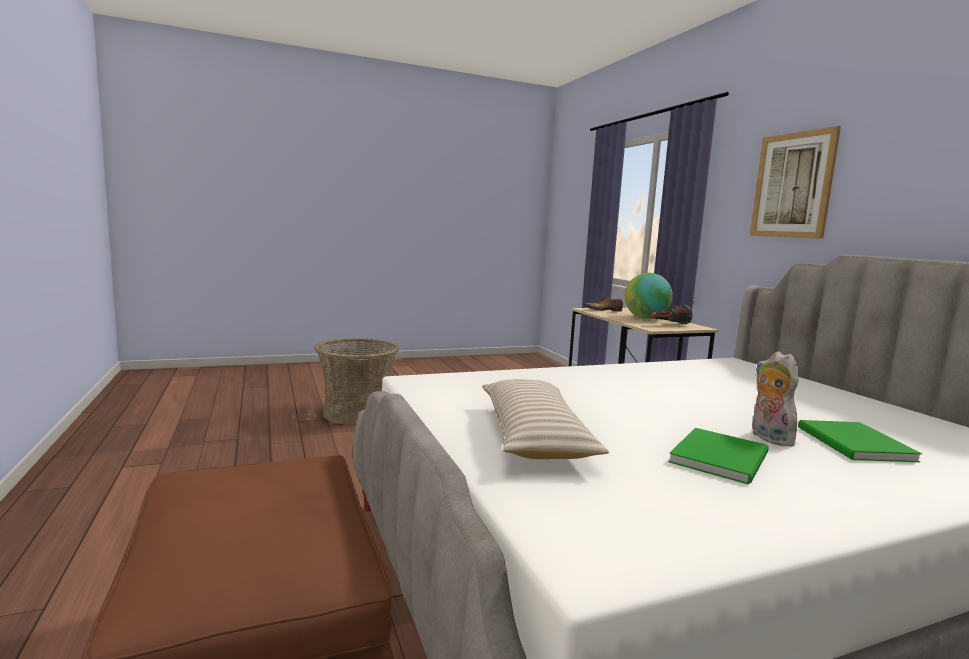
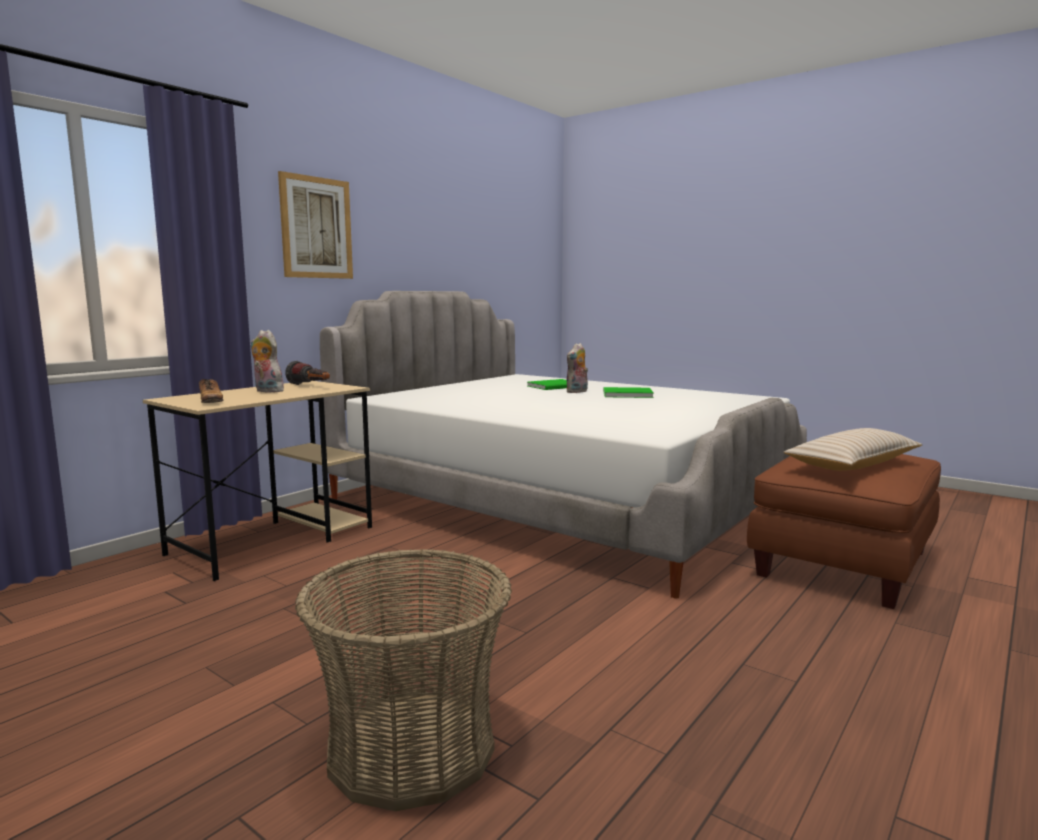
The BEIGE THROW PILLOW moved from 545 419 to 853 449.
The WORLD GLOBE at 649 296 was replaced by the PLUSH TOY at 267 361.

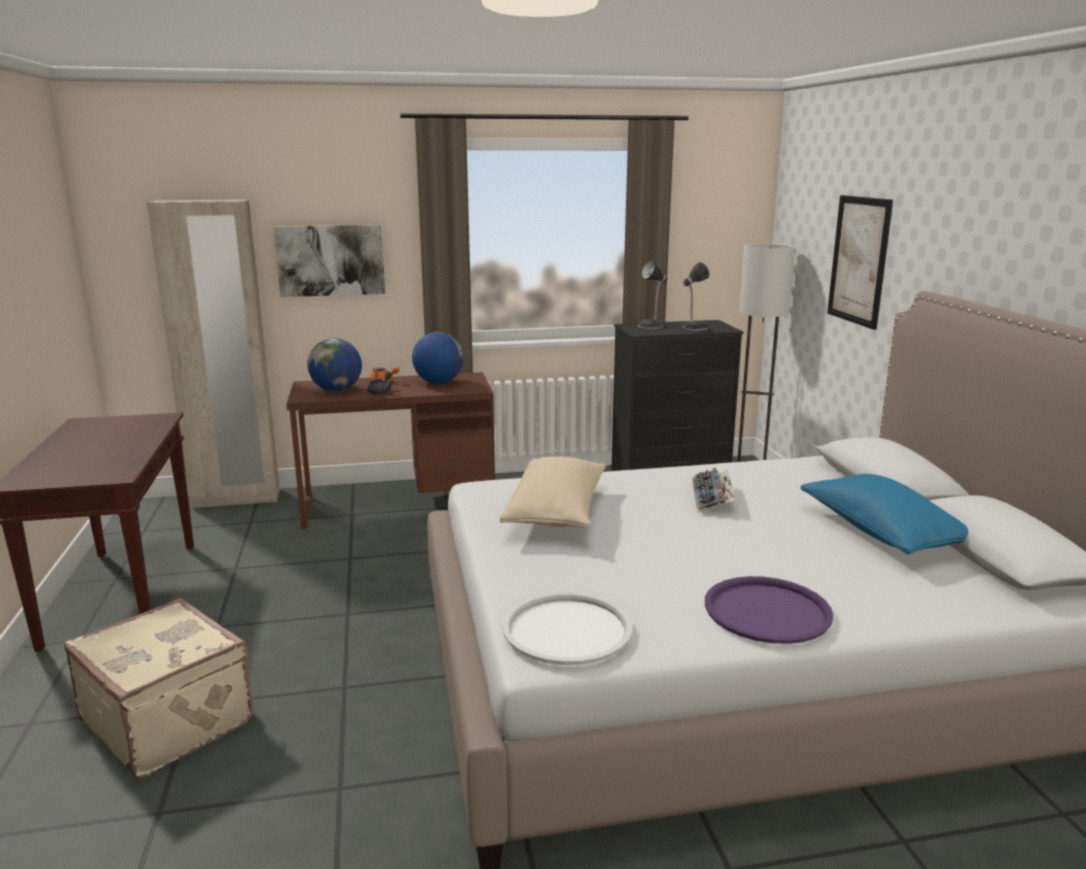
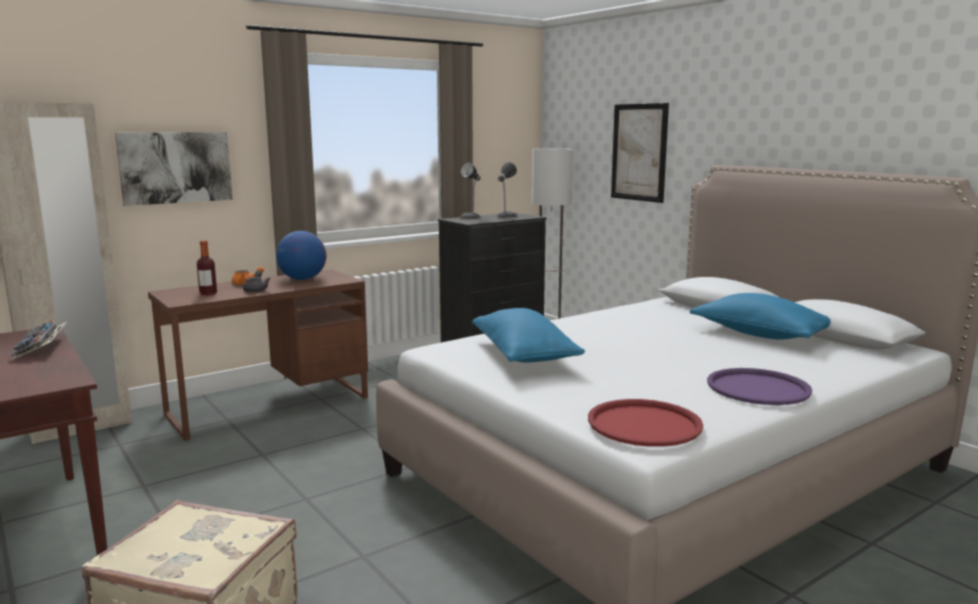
The WORLD GLOBE at 334 365 was replaced by the DRINK BOTTLE at 207 267.
The BEIGE THROW PILLOW at 553 492 became the BLUISH THROW PILLOW at 528 335.
The WHITISH TRAY at 567 628 became the RED TRAY at 645 423.
The PC KEYBOARD moved from 714 490 to 39 339.

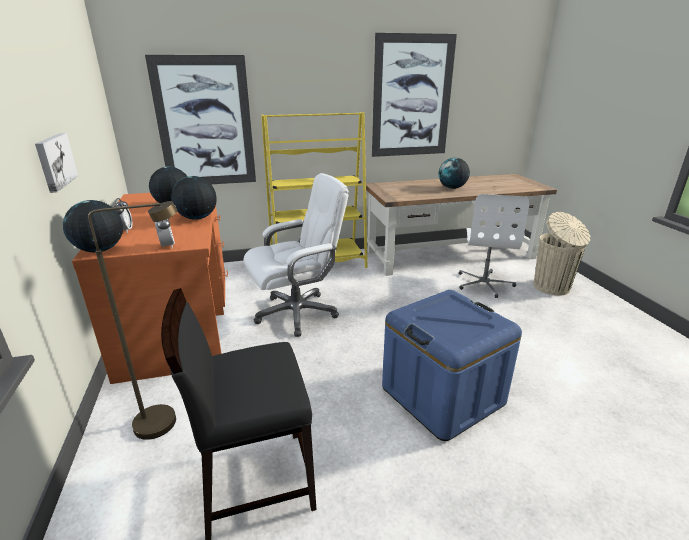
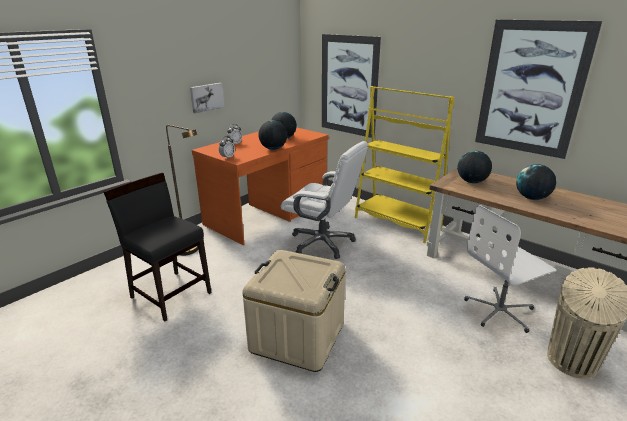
The WORLD GLOBE moved from 93 226 to 474 167.
The BLUISH STORAGE BOX at 452 365 became the BEIGE STORAGE BOX at 294 311.

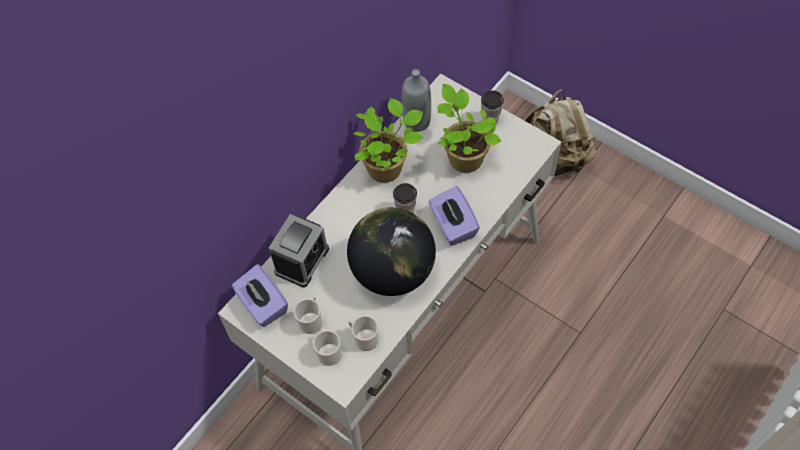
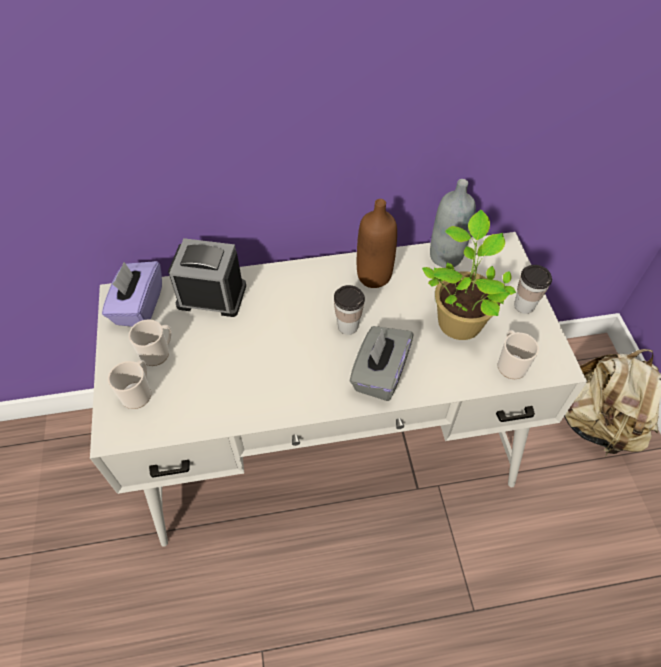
The ALARM CLOCK at 299 250 turned 150 degrees counterclockwise.
The WORLD GLOBE at 391 251 disappeared.
The MUG moved from 363 333 to 518 354.
The PLANT IN A POT at 388 140 was replaced by the BROWN-COLOURED DRINK BOTTLE at 377 243.
The PURPLE BOX OF TISSUES at 454 216 became the GRAY BOX OF TISSUES at 381 363.

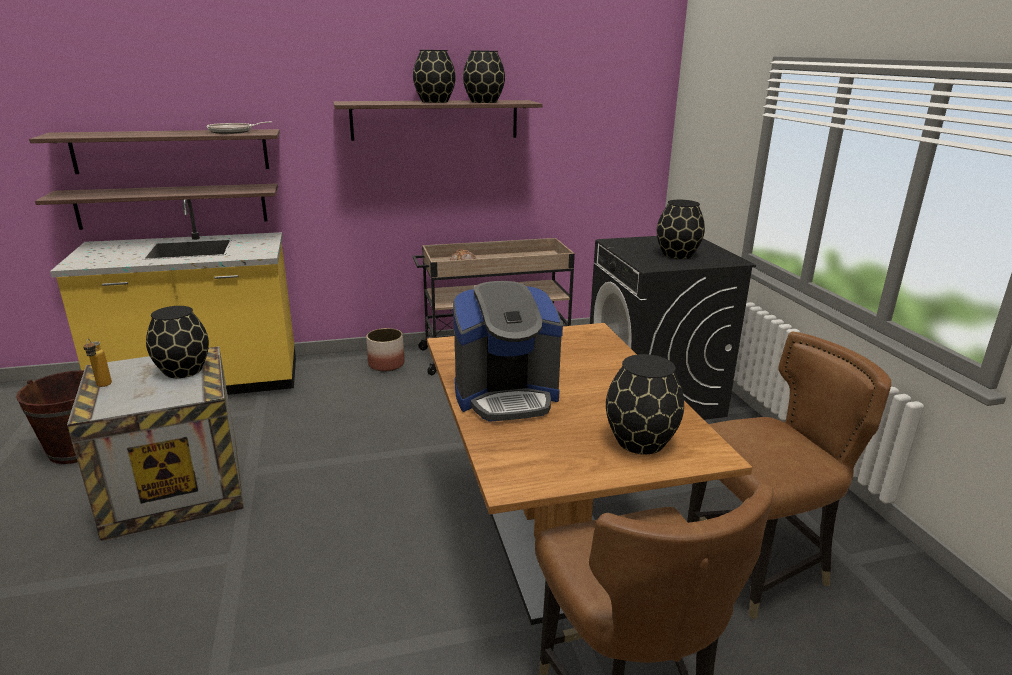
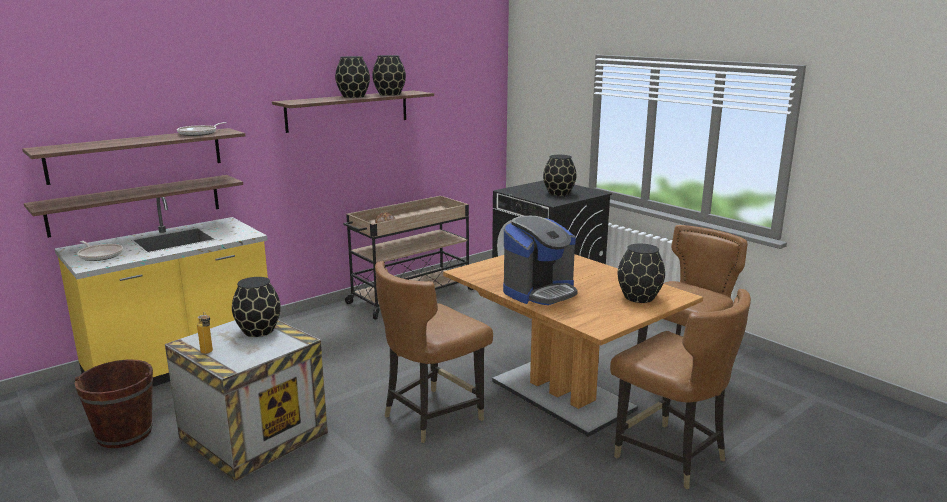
The FLOWER POT at 385 349 disappeared.
The SKILLET at 100 251 appeared.
The BROWN-COLOURED PLAIN CHAIR at 434 352 appeared.

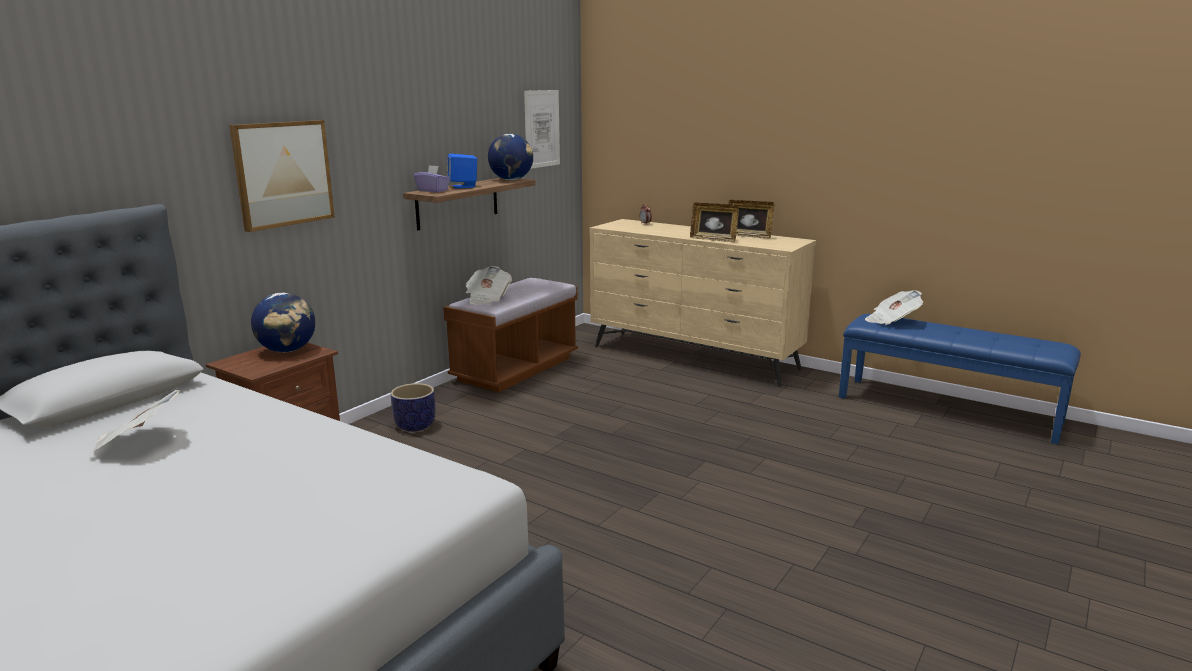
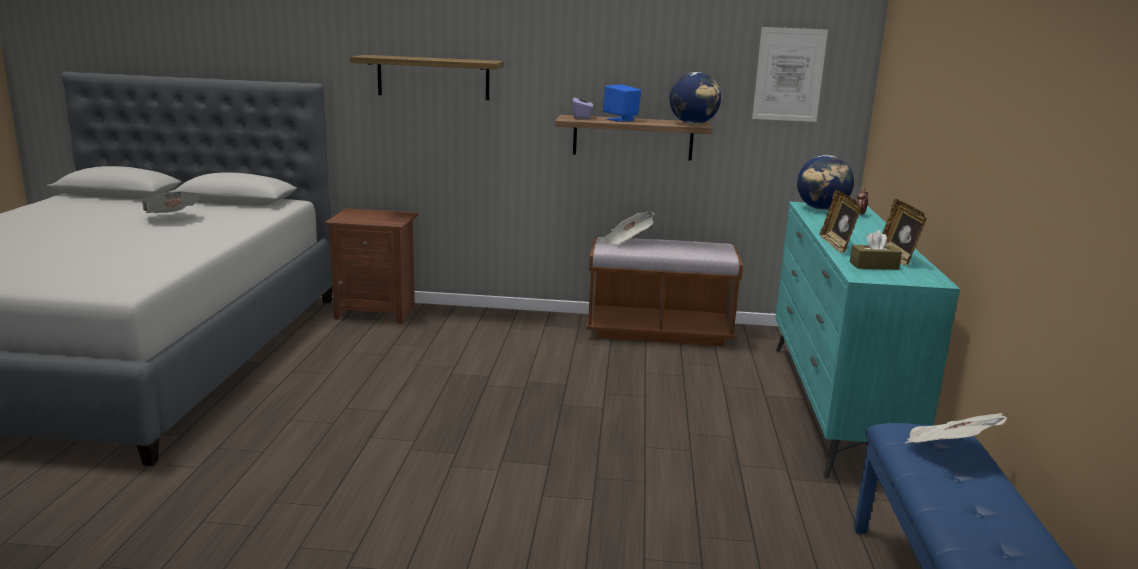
The PICTURE at 282 176 was replaced by the SHELF at 427 77.
The WORLD GLOBE moved from 283 322 to 825 182.
The FLOWER POT at 413 407 disappeared.
The BEIGE DRAWER CHEST at 703 303 became the TURQUOISE DRAWER CHEST at 867 340.
The BROWN-COLOURED BOX OF TISSUES at 876 250 appeared.

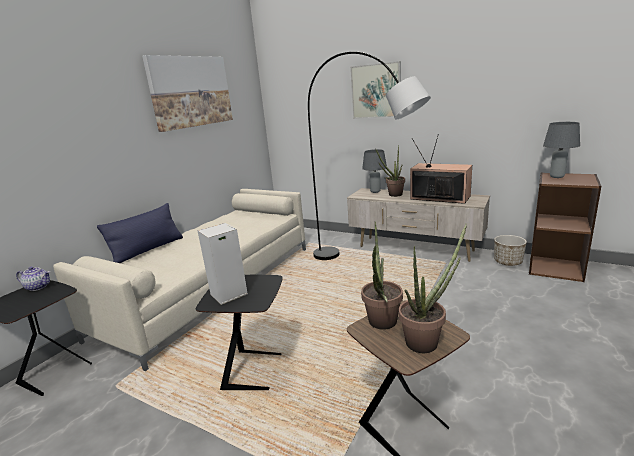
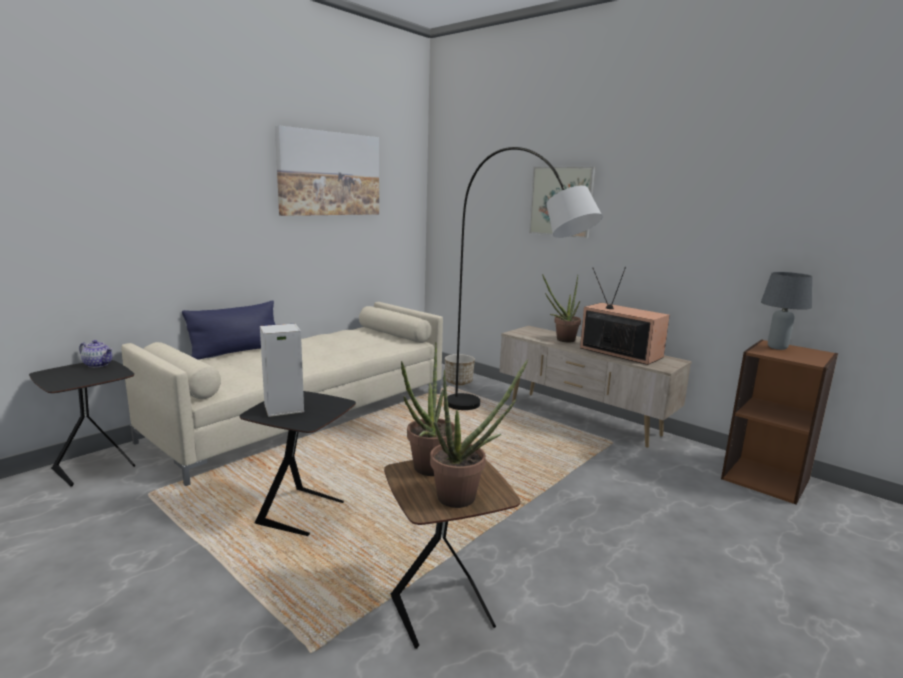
The GRAY TABLETOP LAMP at 374 171 disappeared.
The FLOWER POT moved from 510 250 to 460 369.

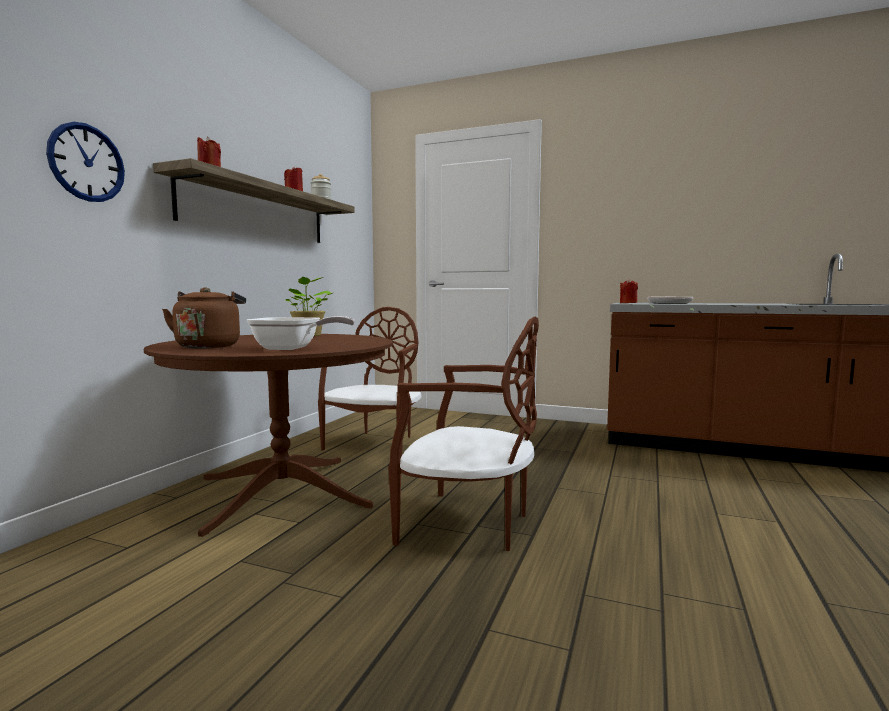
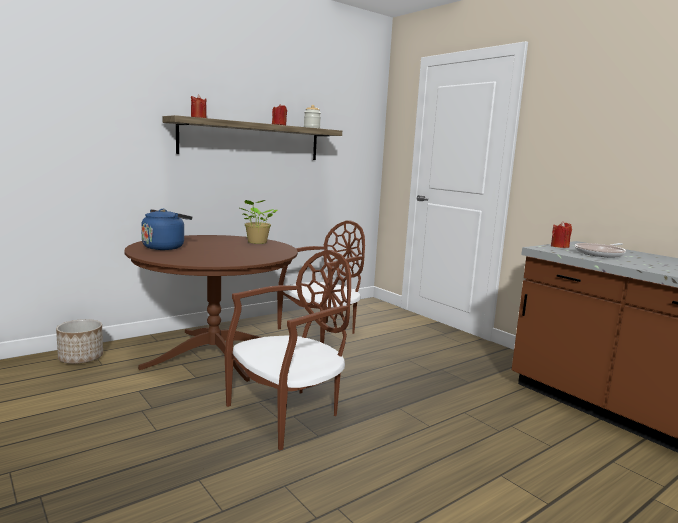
The WALL CLOCK at 85 162 disappeared.
The BROWN-COLOURED WATER KETTLE at 204 317 became the BLUISH WATER KETTLE at 166 229.
The SKILLET at 301 333 disappeared.
The BROWN-COLOURED PLAIN CHAIR at 463 433 turned 90 degrees counterclockwise.
The FLOWER POT at 79 341 appeared.

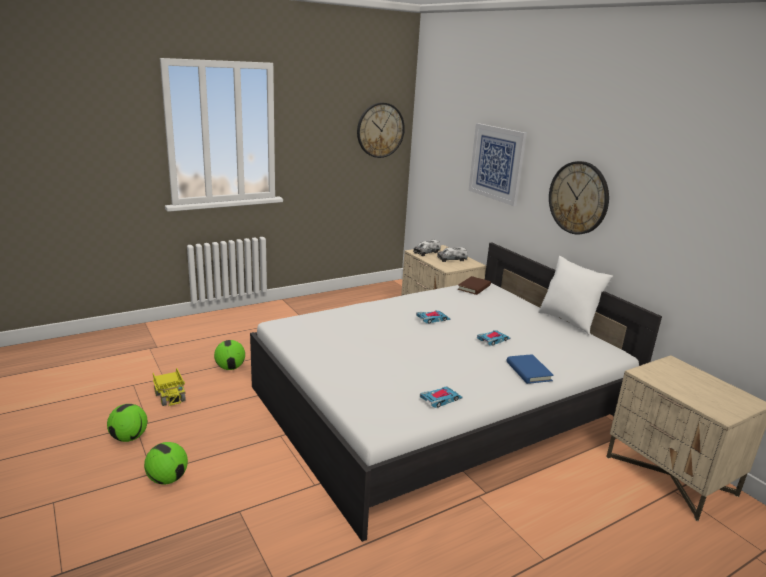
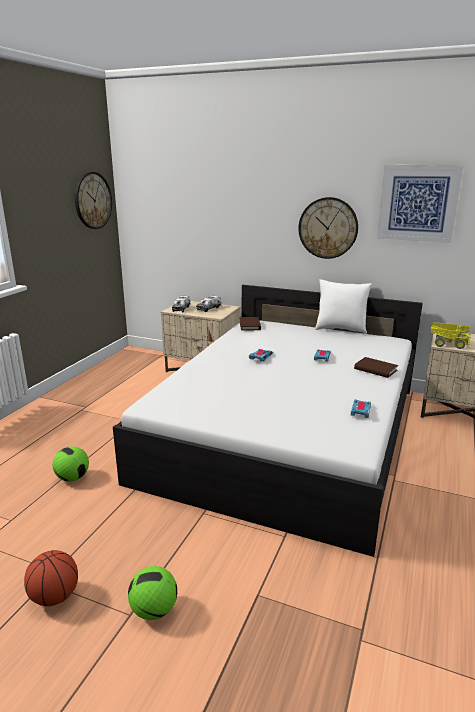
The FOOTBALL BALL at 127 423 was replaced by the BASKETBALL at 51 578.
The TOY TRUCK moved from 169 387 to 450 335.
The PICTURE moved from 498 164 to 420 204.
The BLUISH VOLUME at 530 369 became the BROWN-COLOURED VOLUME at 376 367.

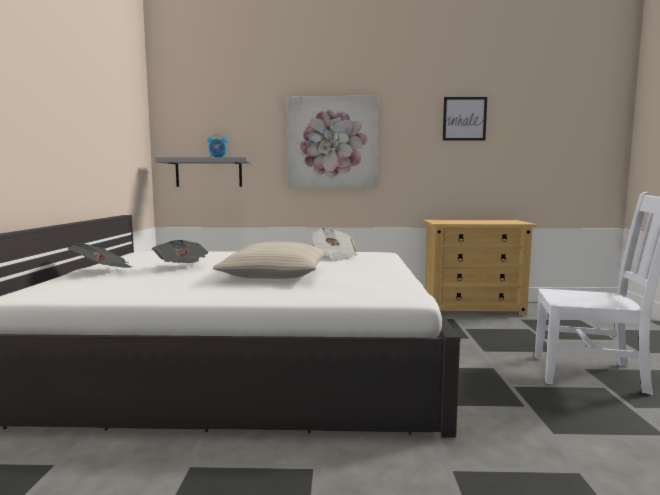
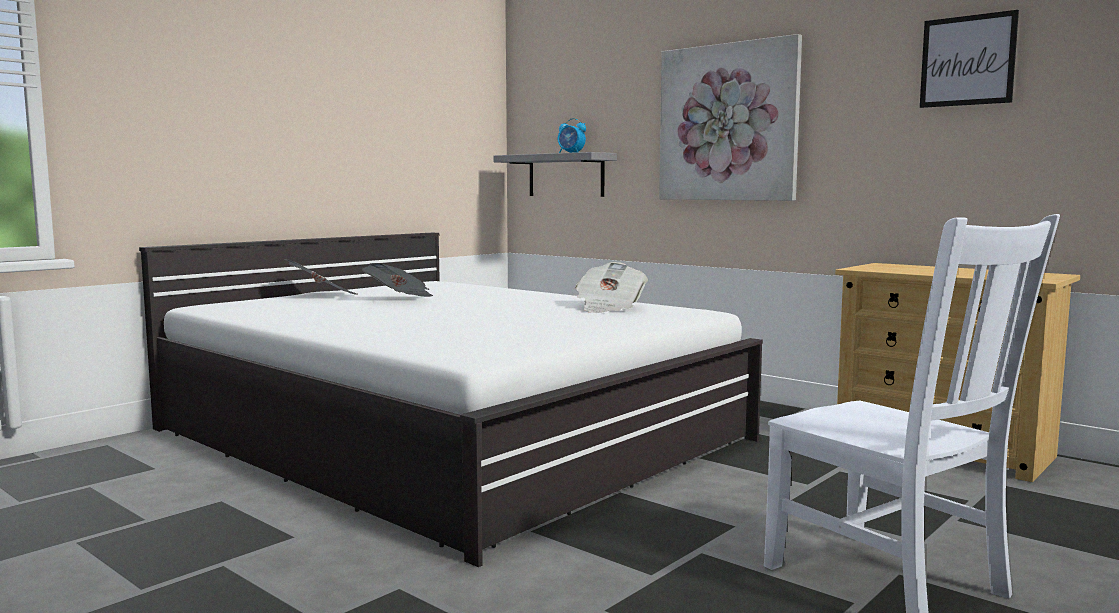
The BEIGE THROW PILLOW at 270 260 disappeared.

